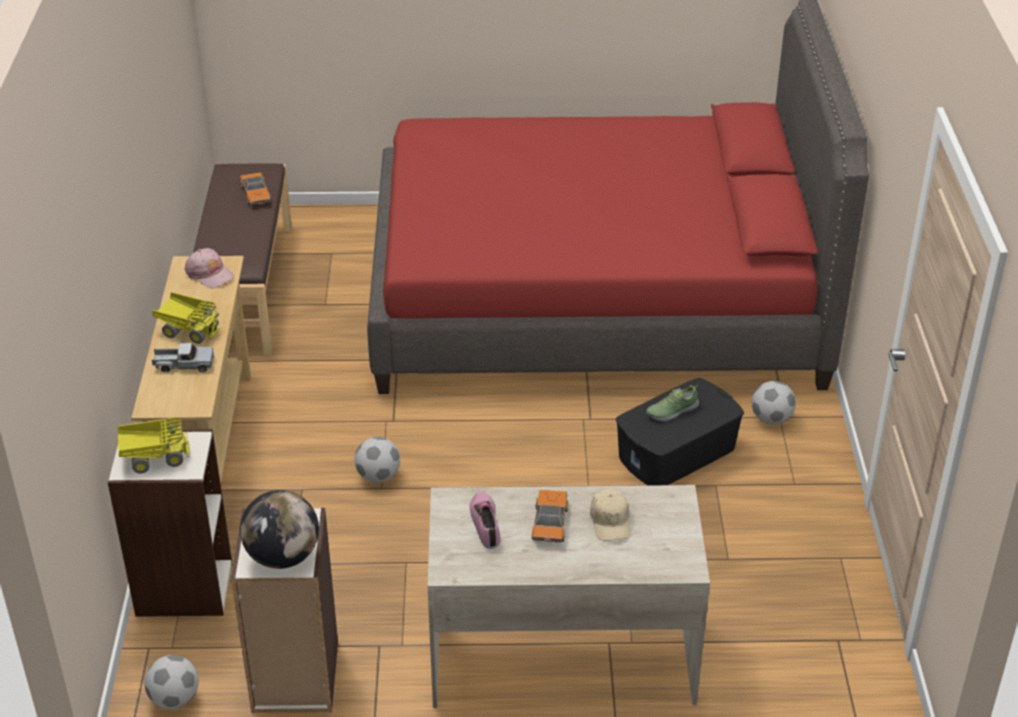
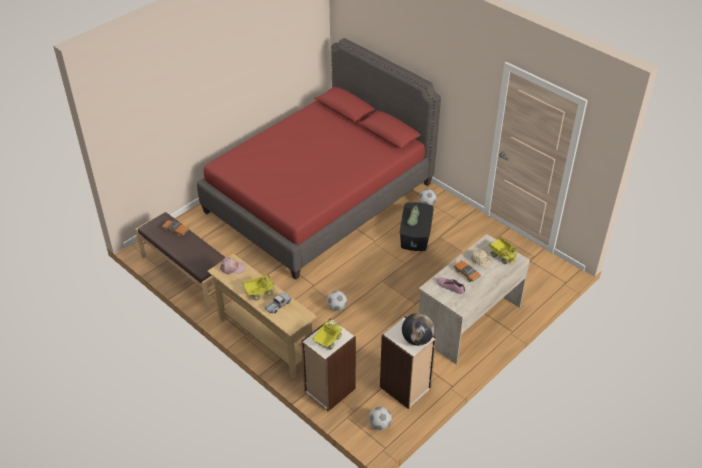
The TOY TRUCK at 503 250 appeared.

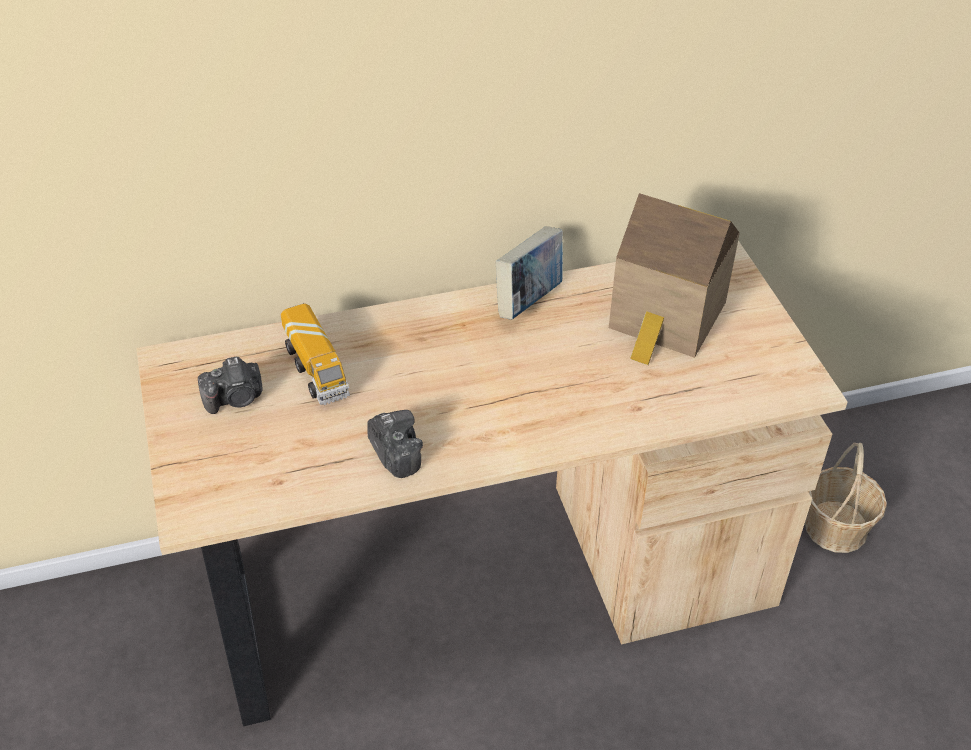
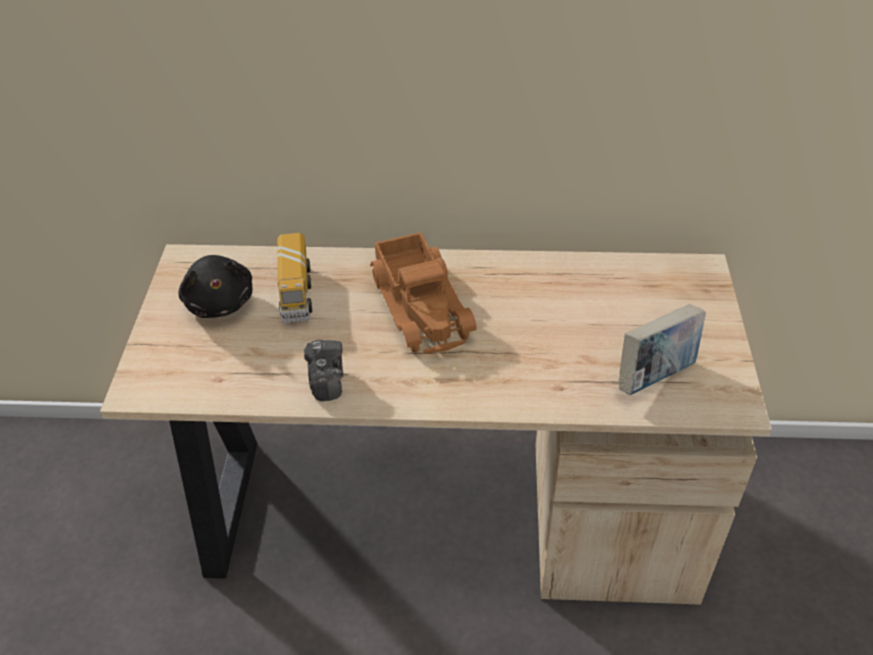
The STILL CAMERA at 230 385 was replaced by the BLACK PLUSH TOY at 215 286.
The VOLUME moved from 529 273 to 662 349.
The MODEL HOUSE at 674 279 disappeared.
The HOUSEHOLD BASKET at 846 498 disappeared.
The TOY TRUCK at 423 293 appeared.

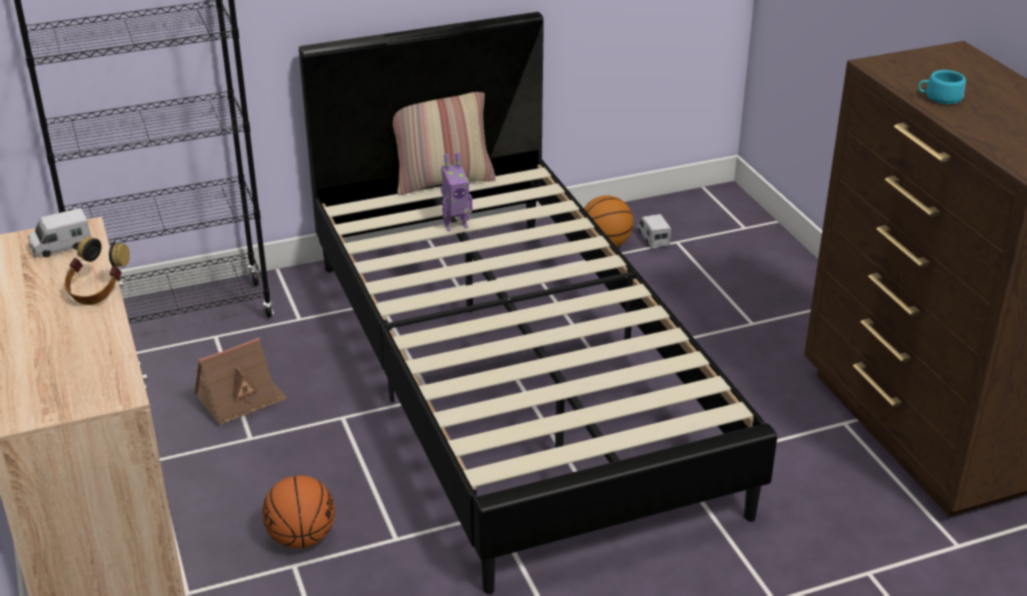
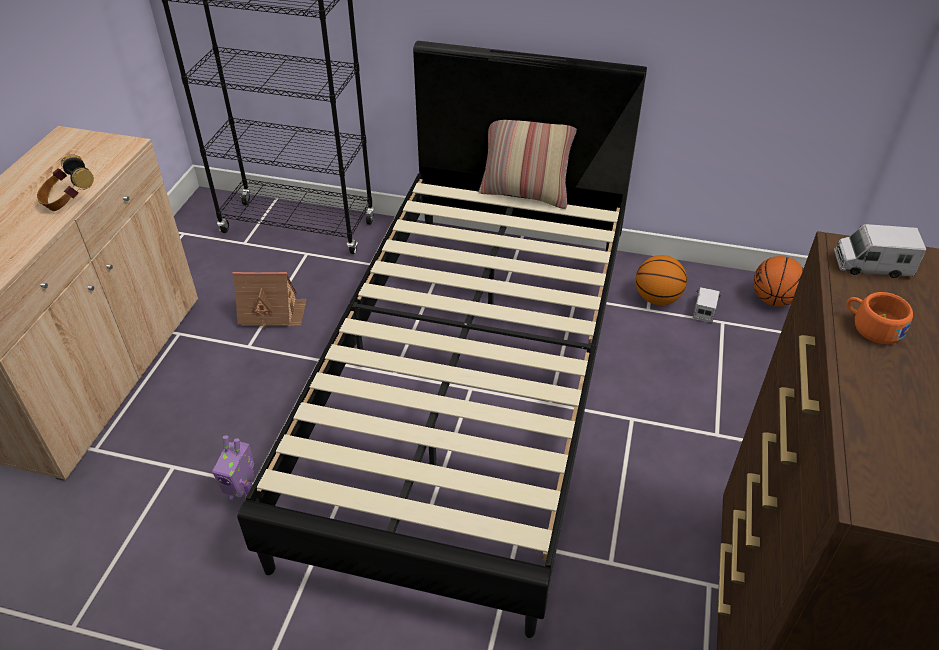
The TOY TRUCK moved from 59 232 to 880 251.
The BASKETBALL moved from 298 512 to 778 281.
The MODEL ROBOT moved from 456 191 to 233 467.
The TURQUOISE DRINKING CUP at 942 87 became the ORANGEY DRINKING CUP at 880 318.

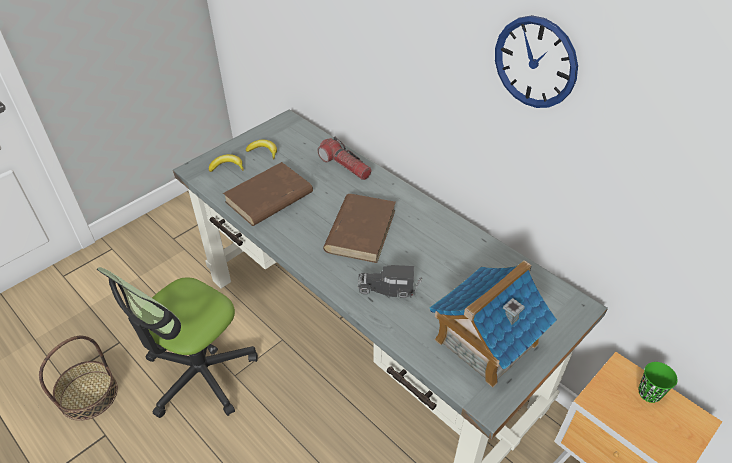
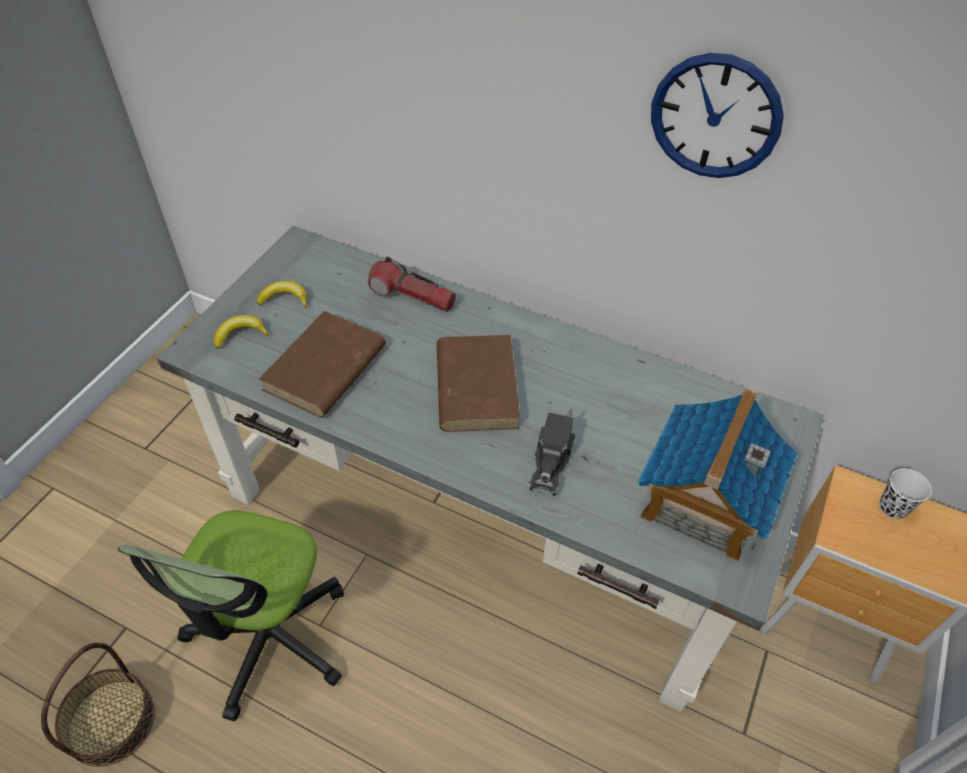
The TOY TRUCK at 390 281 turned 60 degrees counterclockwise.
The GREEN-COLOURED DRINKING CUP at 658 382 became the WHITISH DRINKING CUP at 906 493.

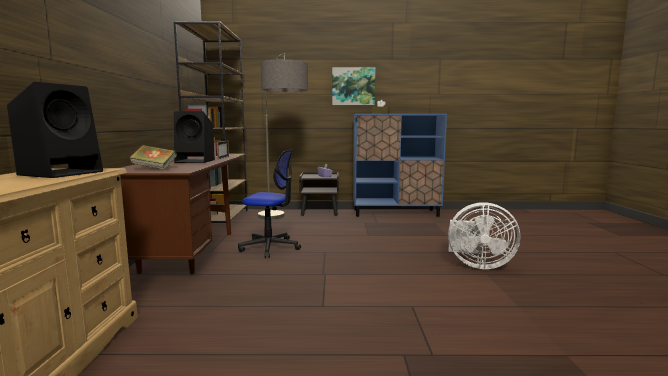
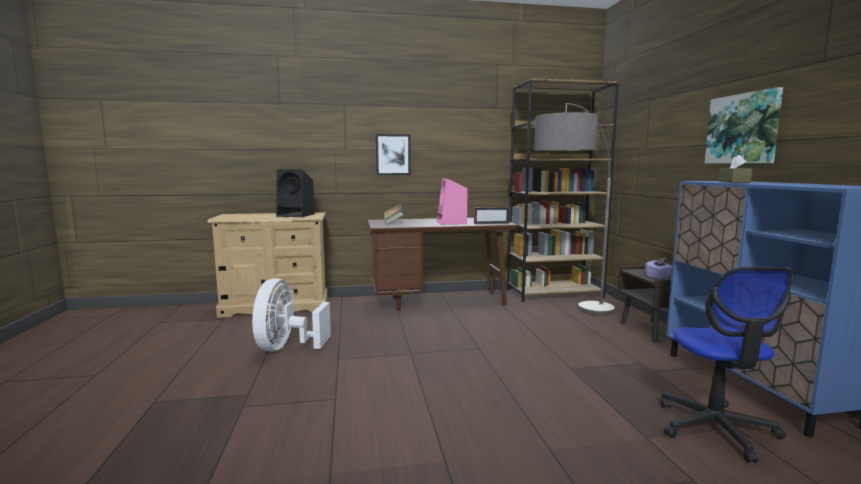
The BLACK LOUDSPEAKER at 194 137 became the PINK-COLOURED LOUDSPEAKER at 452 201.
The OFFICE CHAIR moved from 269 203 to 727 364.
The WHITISH ELECTRIC FAN moved from 484 235 to 291 315.
The PICTURE at 393 154 appeared.

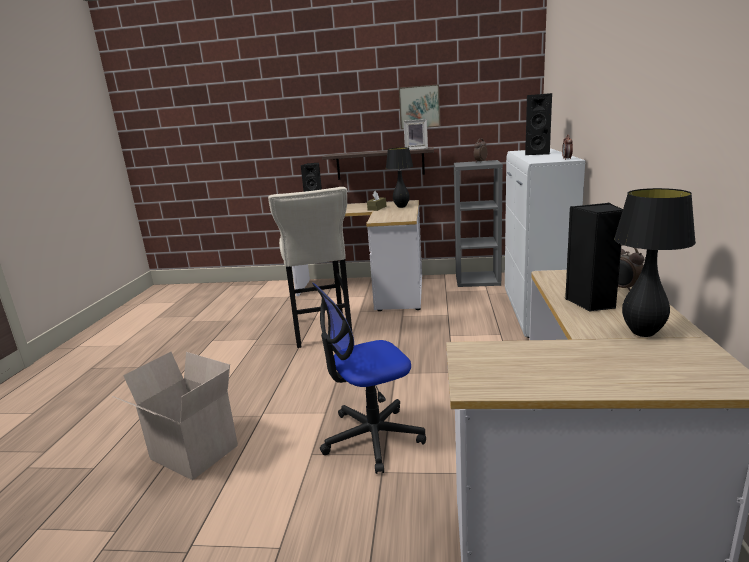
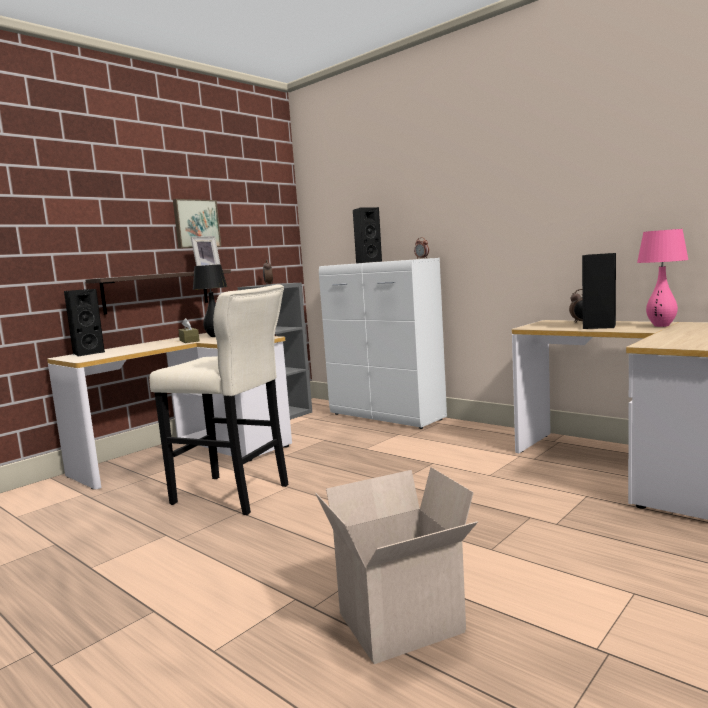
The OFFICE CHAIR at 369 378 disappeared.
The BLACK TABLETOP LAMP at 655 262 became the PINK-COLOURED TABLETOP LAMP at 663 278.

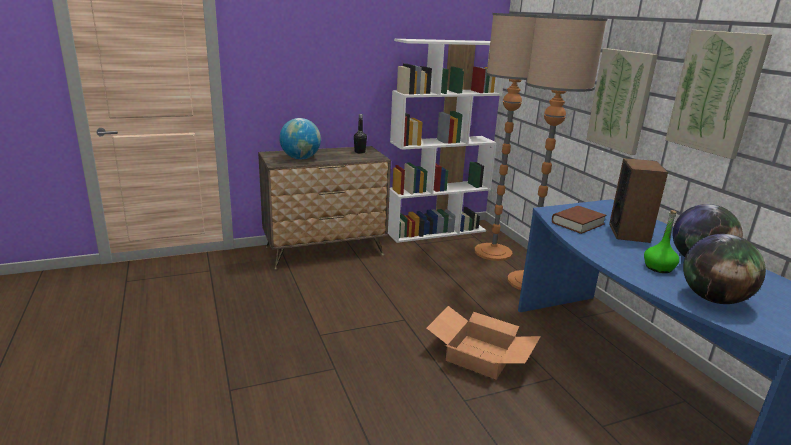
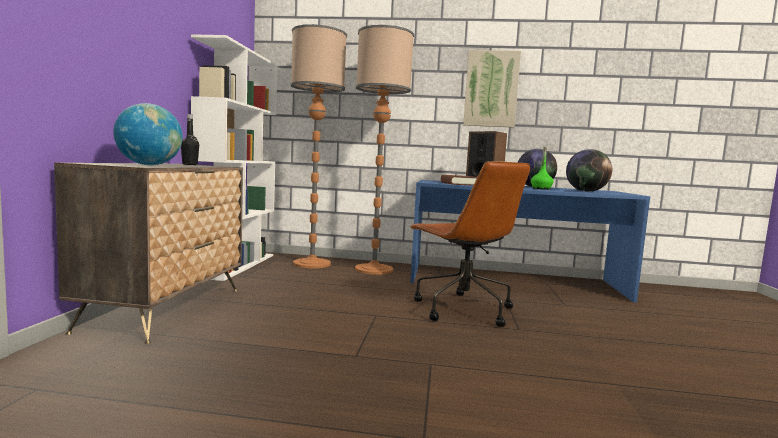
The PACKING BOX at 483 343 was replaced by the BROWN-COLOURED OFFICE CHAIR at 469 244.
The PICTURE at 622 101 disappeared.

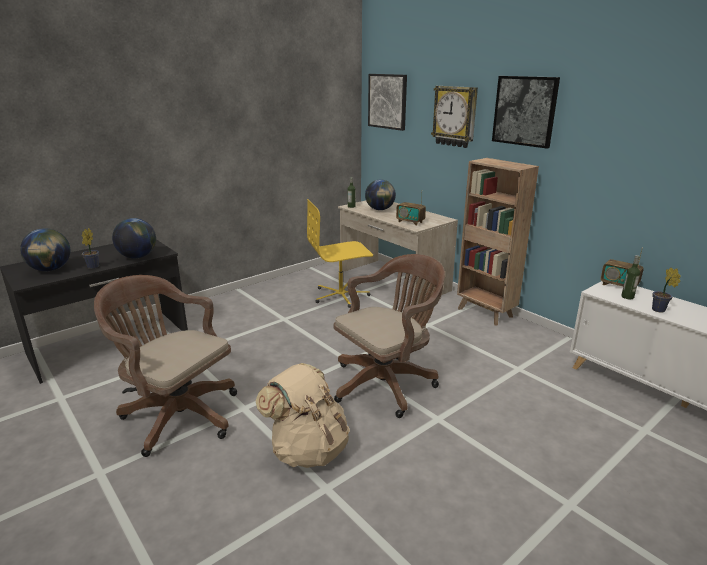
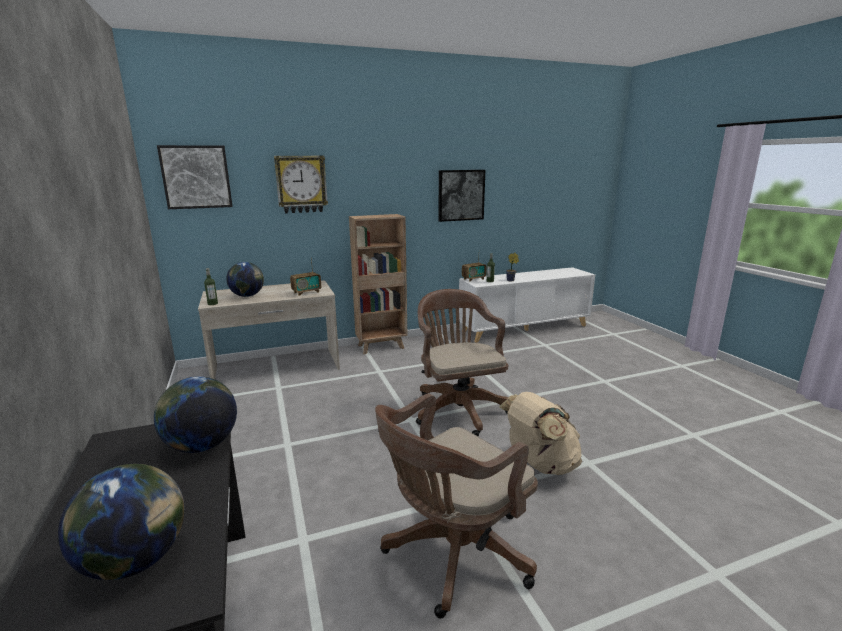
The PLANT IN A POT at 90 248 disappeared.
The YELLOWISH OFFICE CHAIR at 340 253 disappeared.
The PICTURE moved from 526 112 to 461 196.

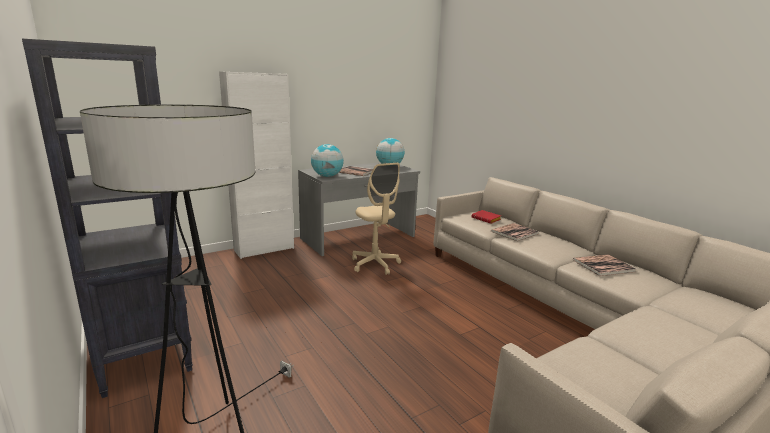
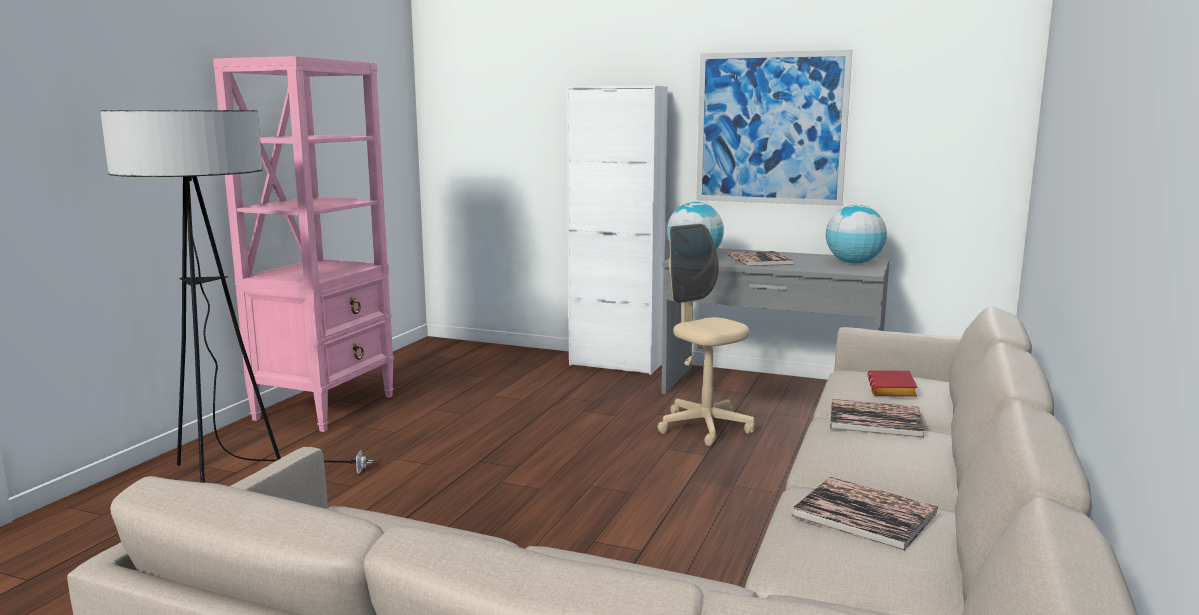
The BLACK SHELVING UNIT at 107 218 became the PINK-COLOURED SHELVING UNIT at 303 244.
The BEIGE OFFICE CHAIR at 376 218 turned 120 degrees clockwise.
The PICTURE at 774 128 appeared.

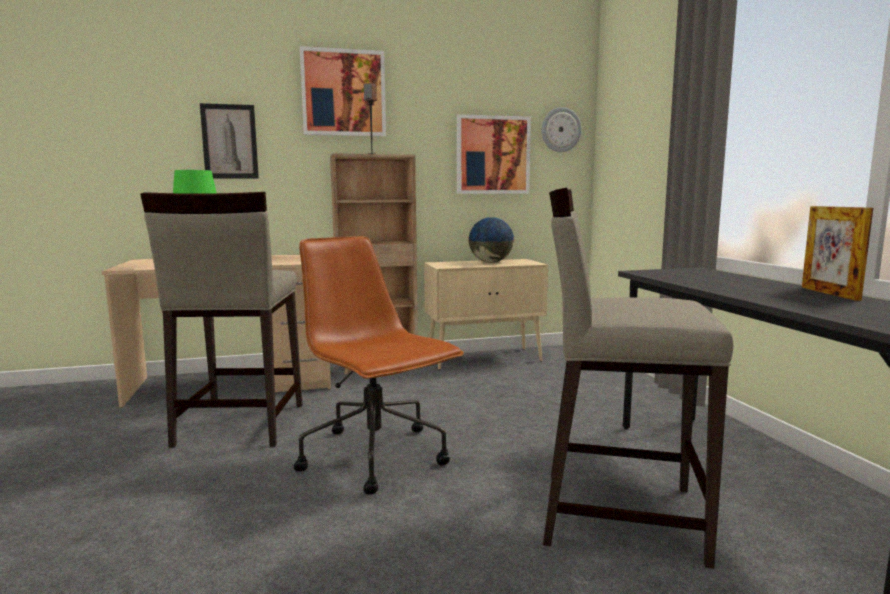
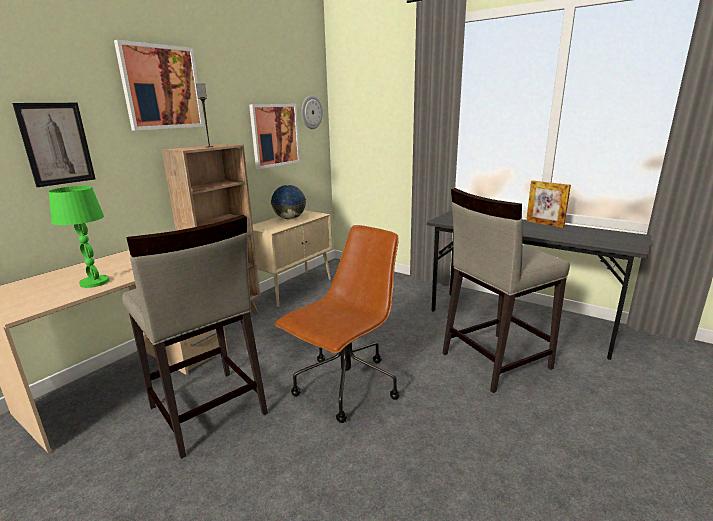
The BROWN-COLOURED OFFICE CHAIR at 379 365 turned 120 degrees clockwise.

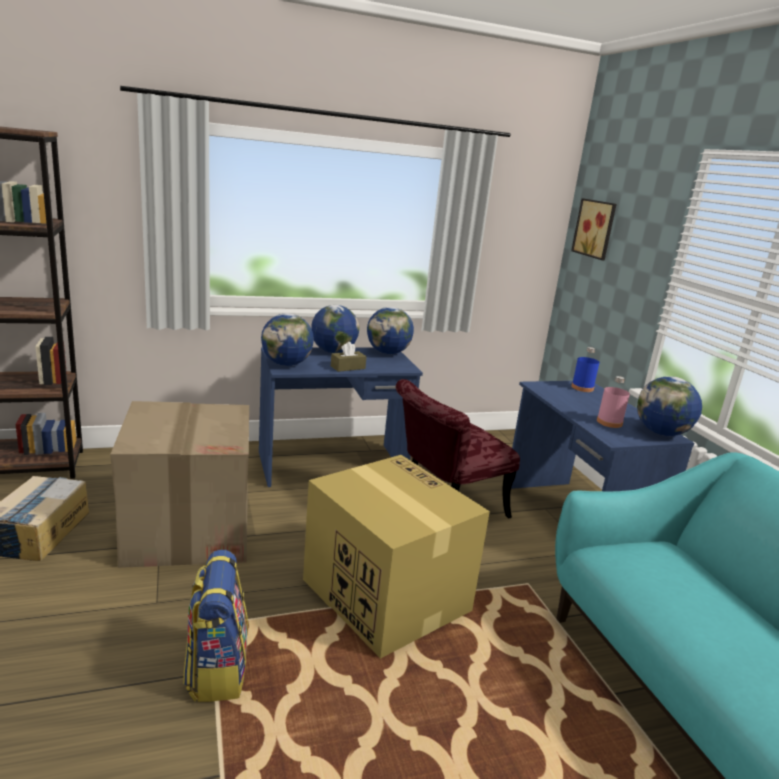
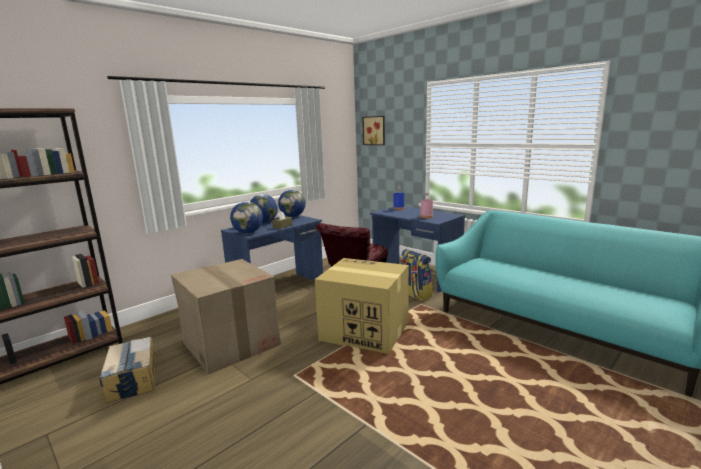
The KNAPSACK moved from 215 626 to 416 275.
The WORLD GLOBE at 669 406 disappeared.

